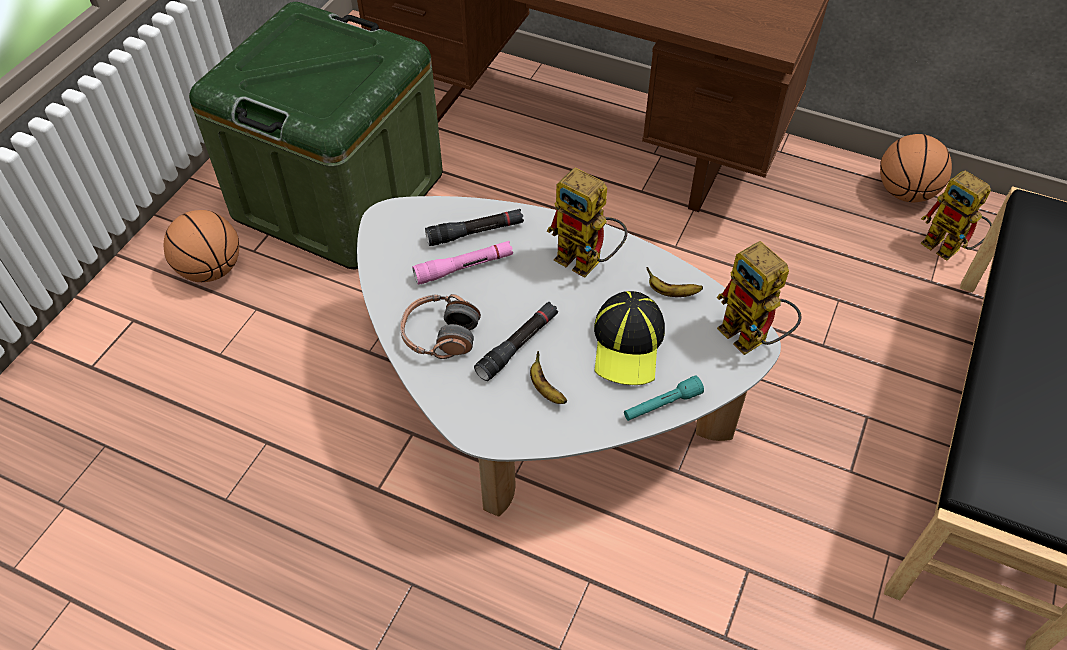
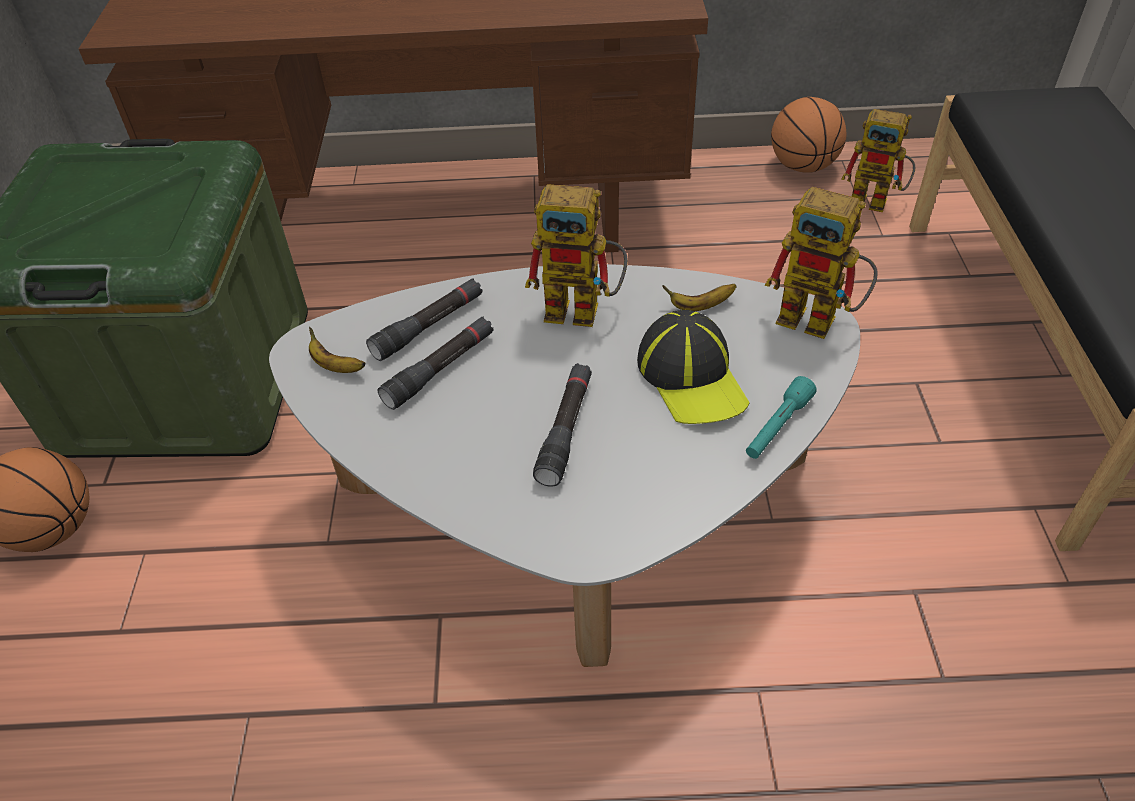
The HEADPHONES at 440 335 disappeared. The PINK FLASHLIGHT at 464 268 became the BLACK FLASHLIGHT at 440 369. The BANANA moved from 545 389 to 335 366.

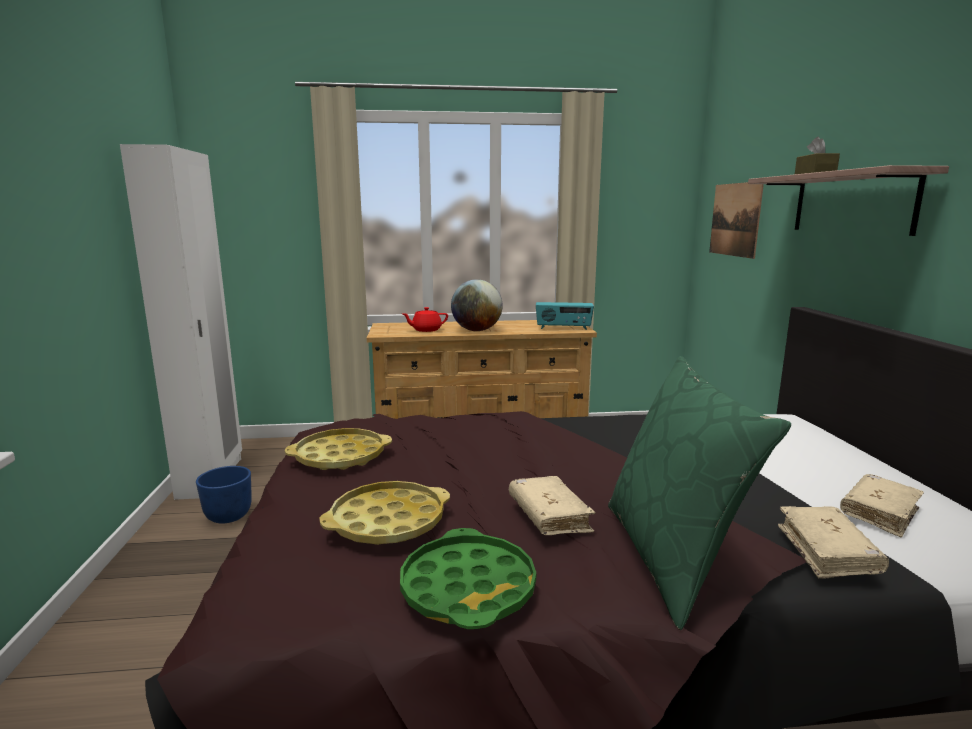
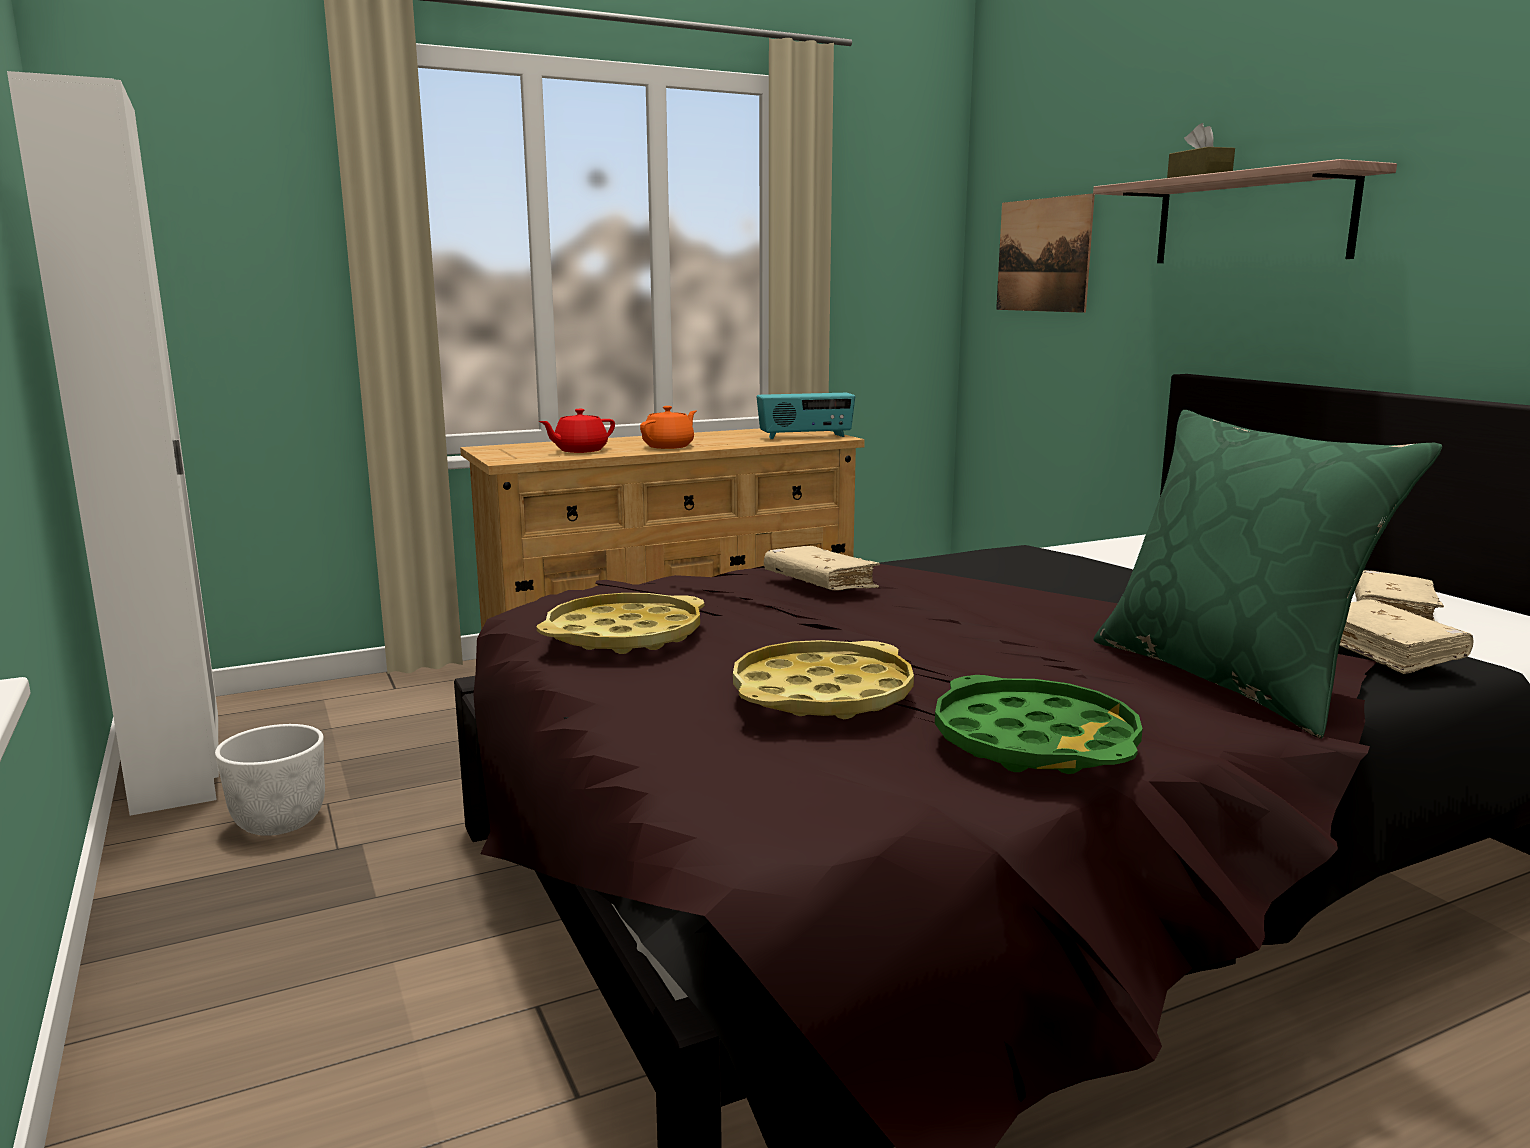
The BLUE PLANTER at 228 516 became the WHITE PLANTER at 279 823. The GLOBE at 476 330 was replaced by the ORANGE TEAPOT at 669 446. The BEIGE BOOK moved from 549 516 to 820 583.

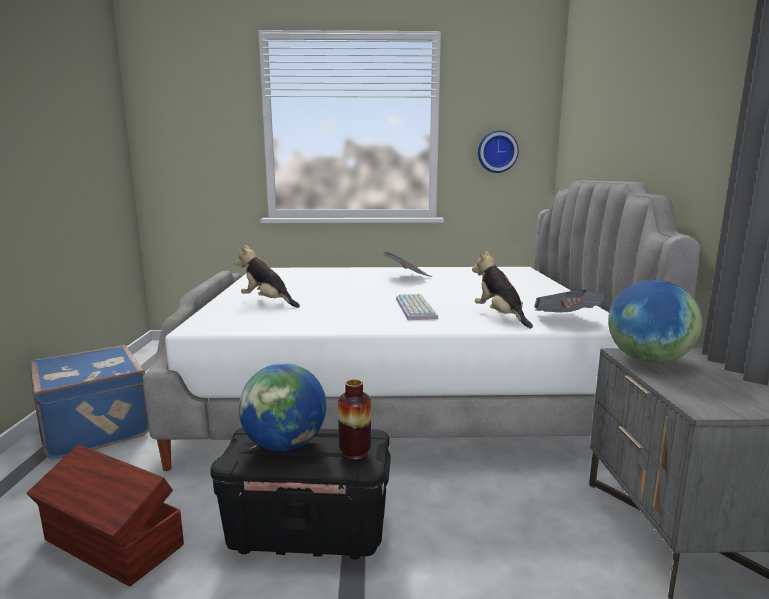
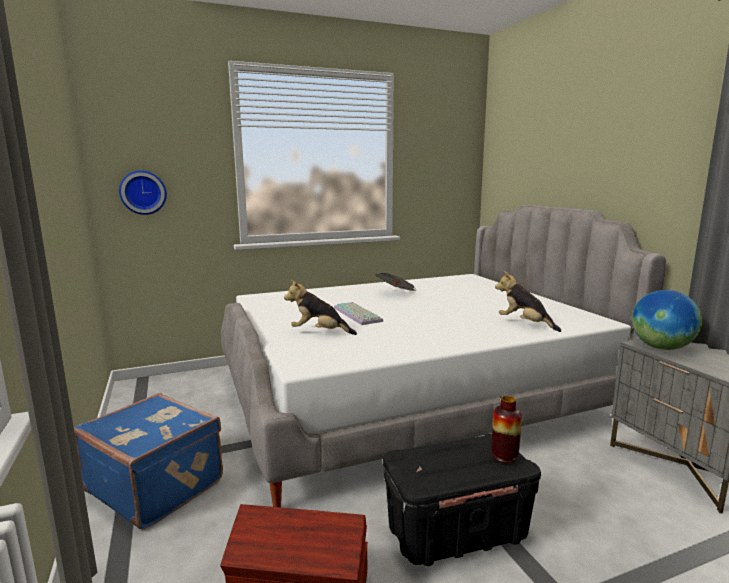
The GLOBE at 285 445 disappeared. The KEYBOARD moved from 417 308 to 359 314. The WALL CLOCK moved from 497 152 to 143 192. The NEWSPAPER at 566 321 disappeared.

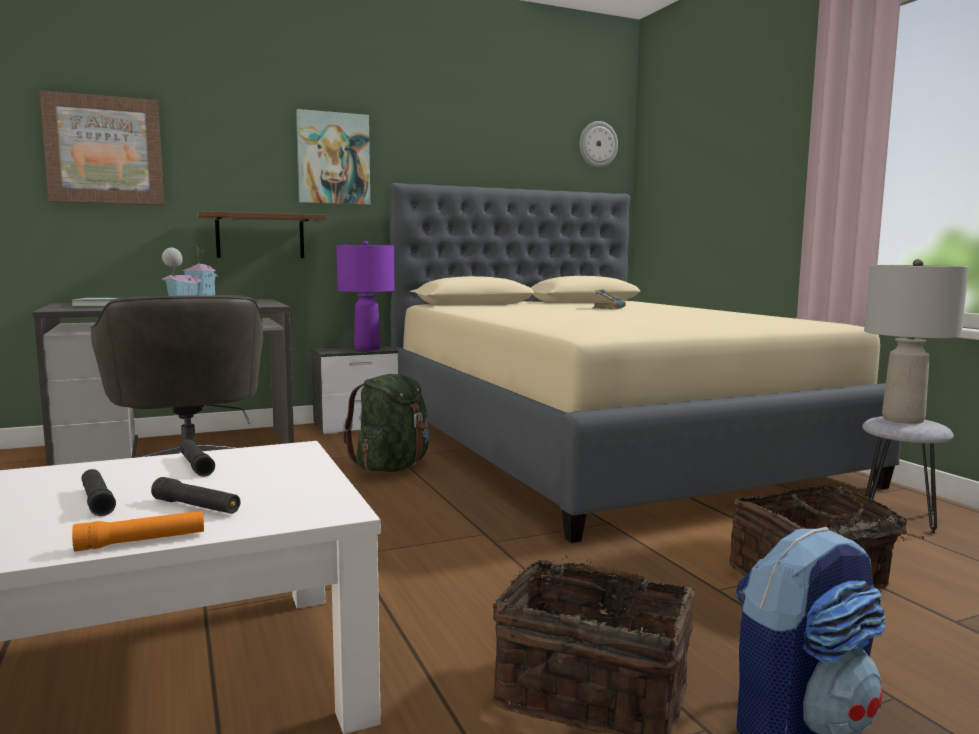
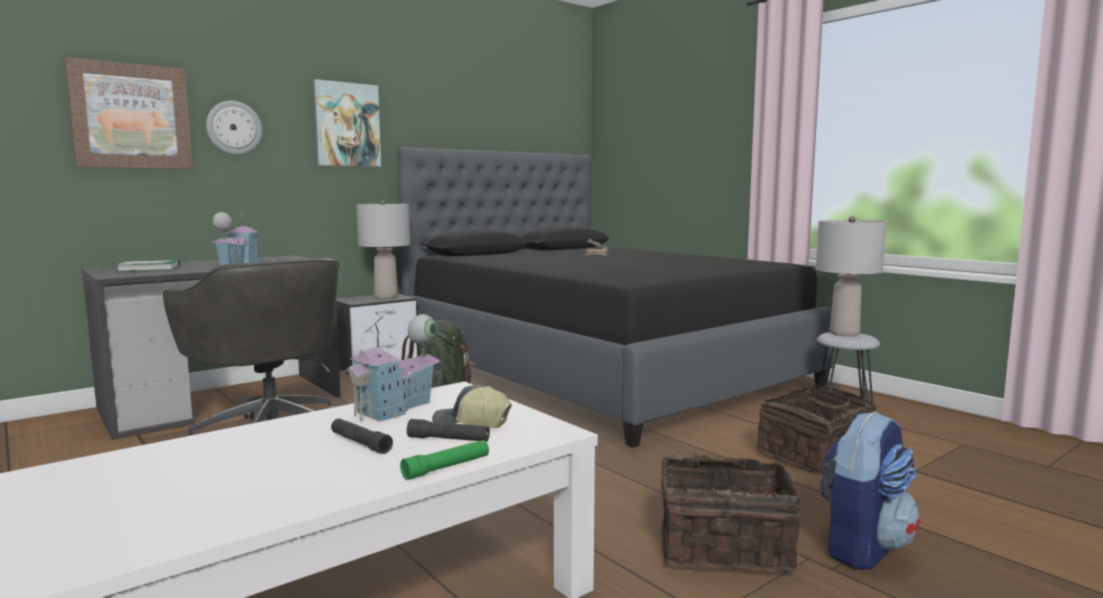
The ORANGE FLASHLIGHT at 142 541 became the GREEN FLASHLIGHT at 447 467. The BLACK FLASHLIGHT at 195 465 was replaced by the TOY HOUSE at 396 409. The BROWN SHELF at 260 236 disappeared. The PURPLE TABLE LAMP at 367 348 became the GREY TABLE LAMP at 386 297. The BEIGE BED at 601 446 became the BLACK BED at 600 370. The WALL CLOCK moved from 598 144 to 234 128. The CAP at 470 424 appeared.

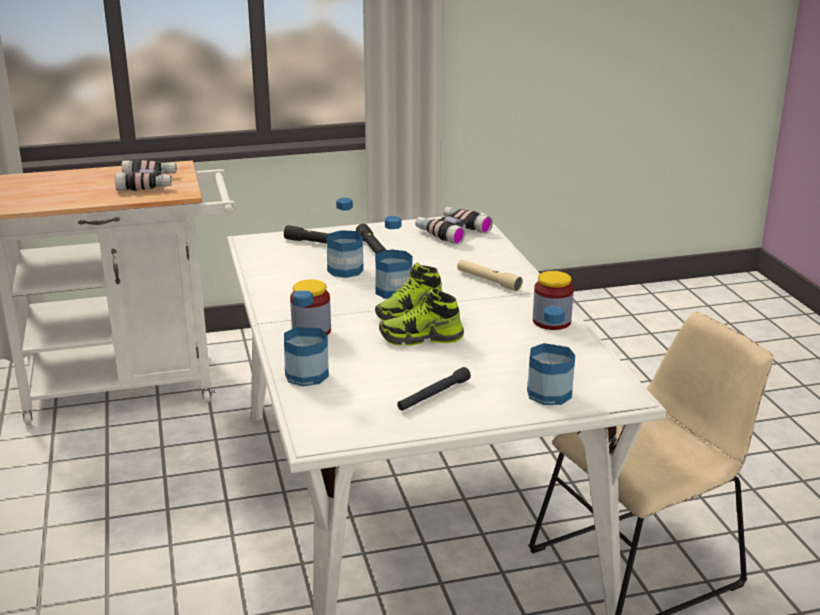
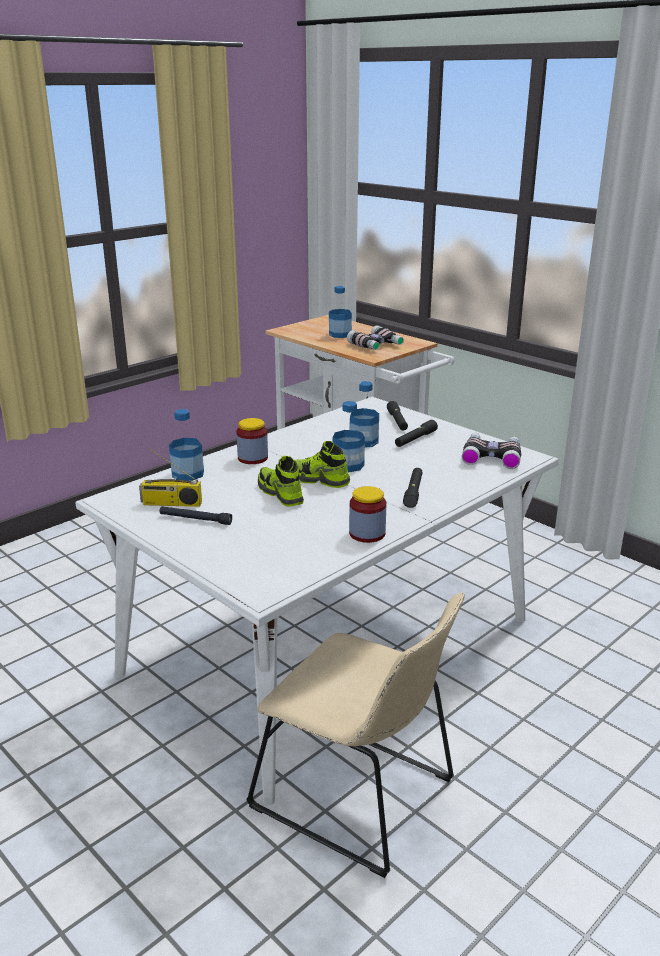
The BEIGE FLASHLIGHT at 488 281 became the BLACK FLASHLIGHT at 413 492. The BOTTLE moved from 549 394 to 340 334. The RADIO at 171 503 appeared.

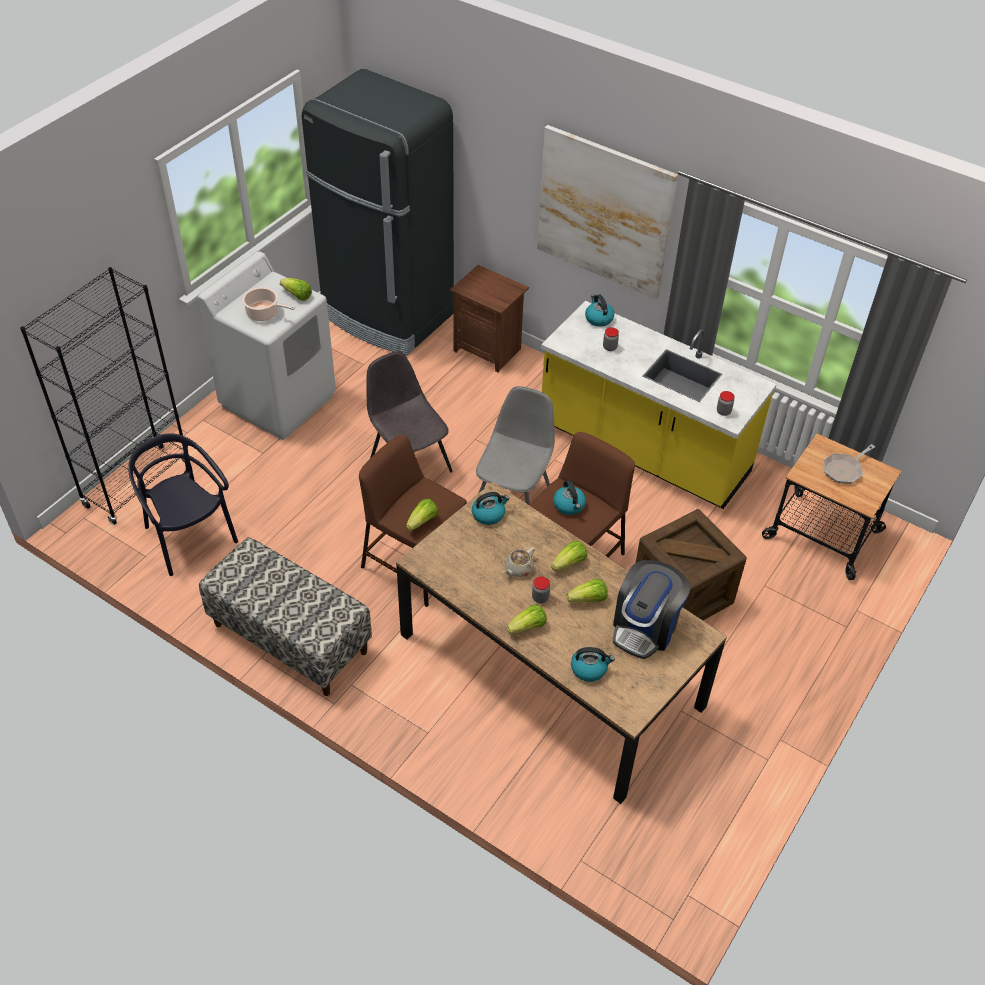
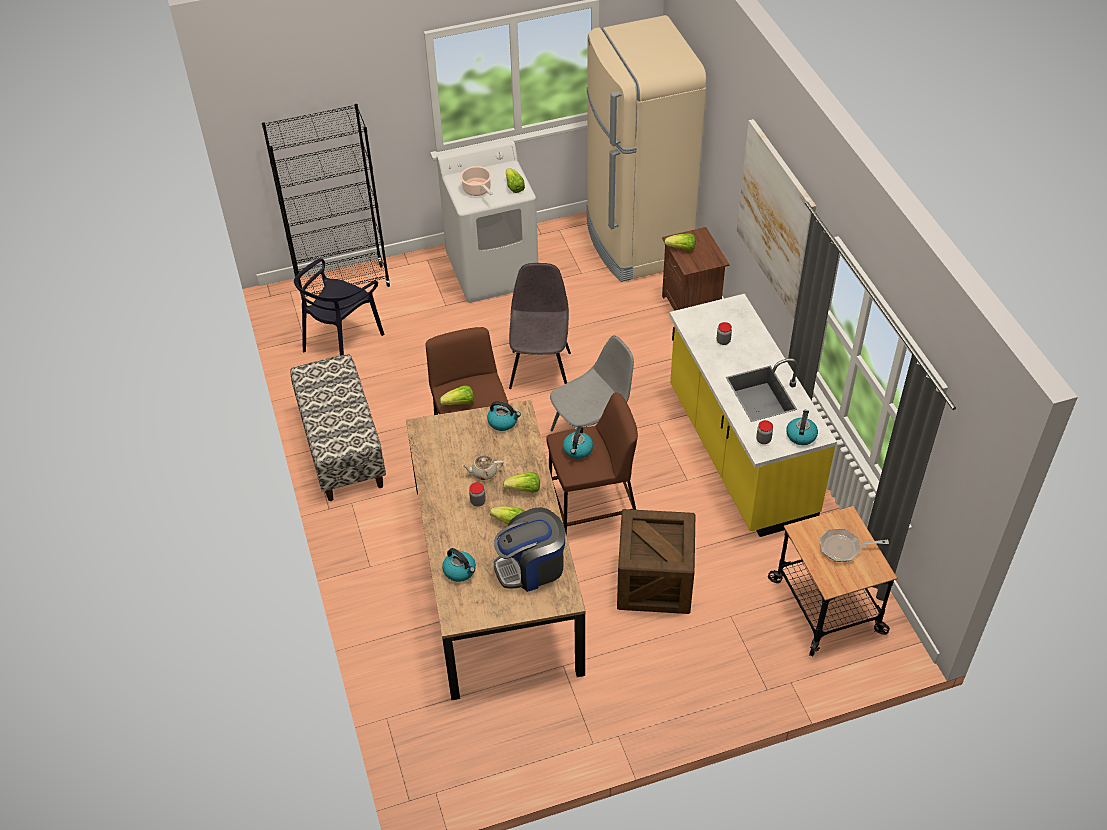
The BLACK CHAIR at 189 537 turned 150 degrees counterclockwise. The BLACK FRIDGE at 387 316 became the BEIGE FRIDGE at 636 242. The LETTUCE moved from 528 627 to 681 248. The KETTLE moved from 598 318 to 801 435.

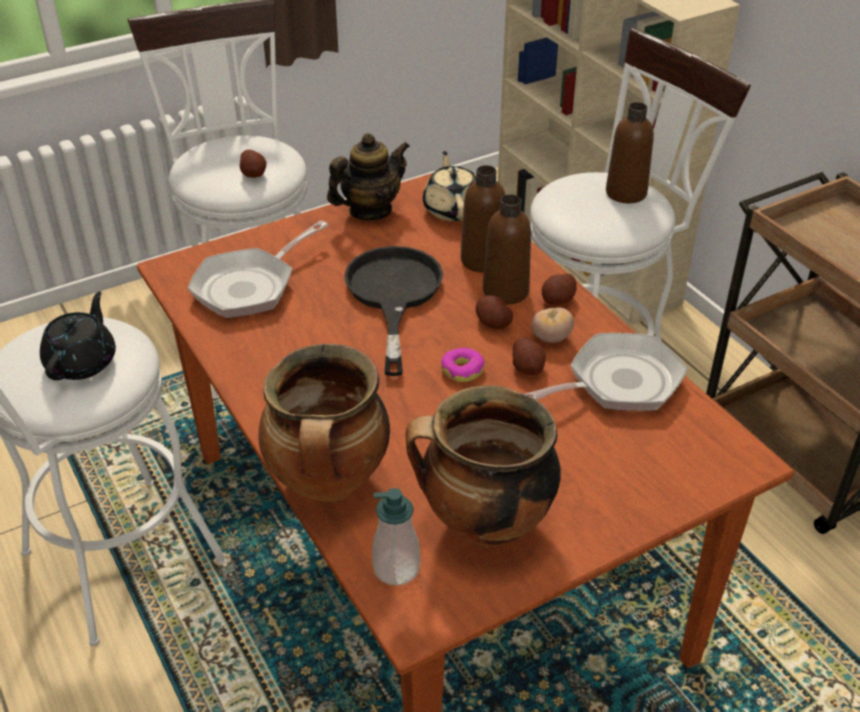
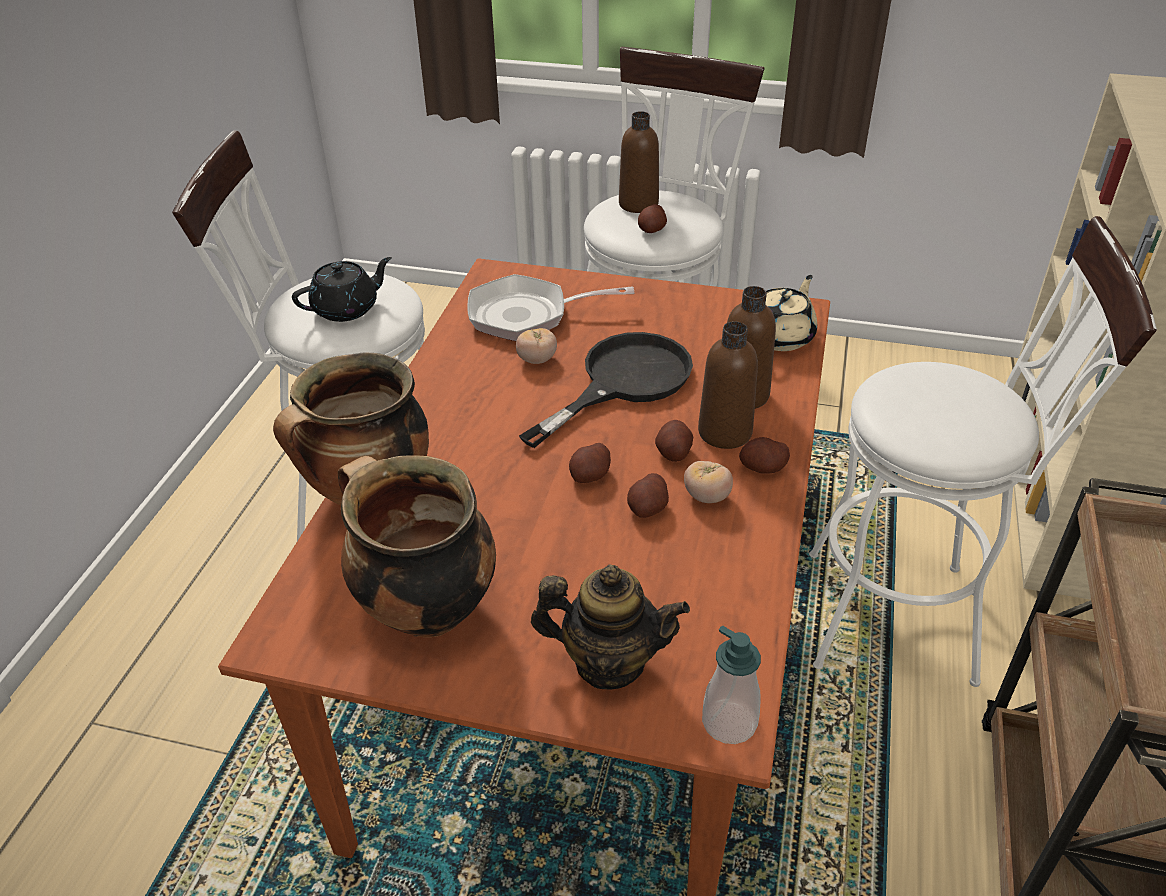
The TEAPOT moved from 370 210 to 609 662. The SOAP DISPENSER moved from 396 568 to 729 722. The DONUT at 462 370 was replaced by the POTATO at 590 475. The FRYING PAN at 617 383 disappeared. The BROWN BOTTLE moved from 626 193 to 638 204. The TOMATO at 537 360 appeared.

